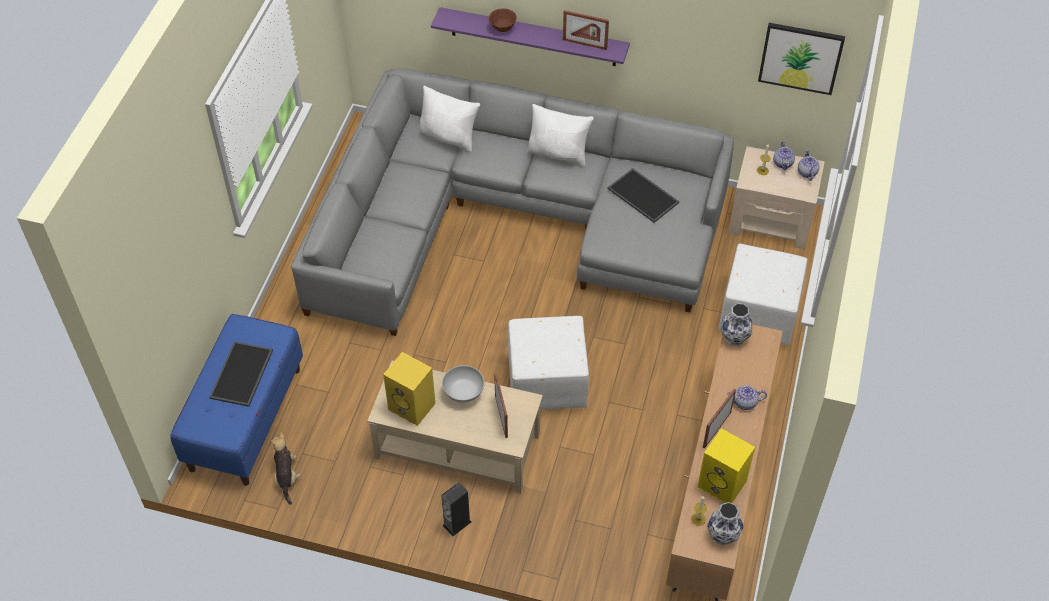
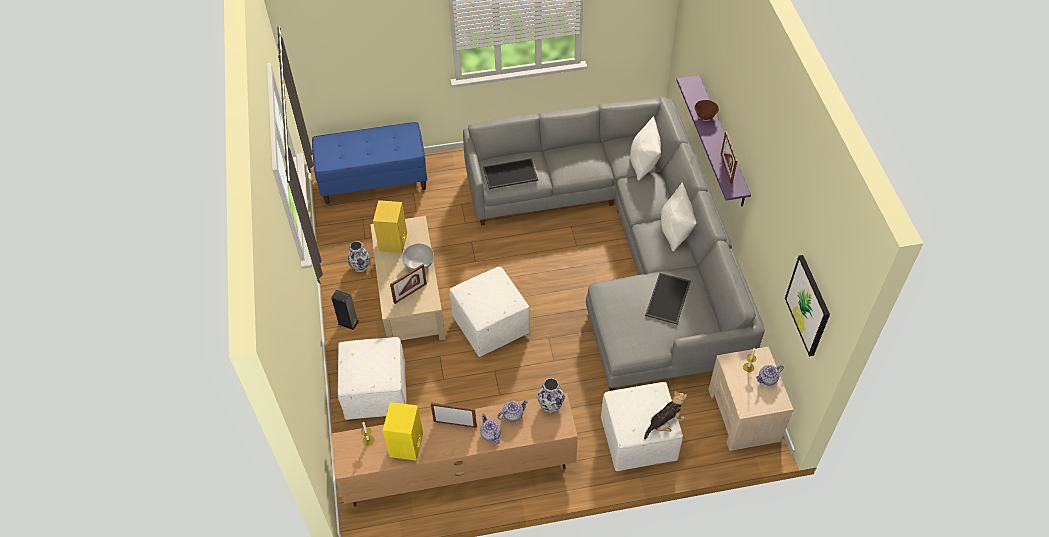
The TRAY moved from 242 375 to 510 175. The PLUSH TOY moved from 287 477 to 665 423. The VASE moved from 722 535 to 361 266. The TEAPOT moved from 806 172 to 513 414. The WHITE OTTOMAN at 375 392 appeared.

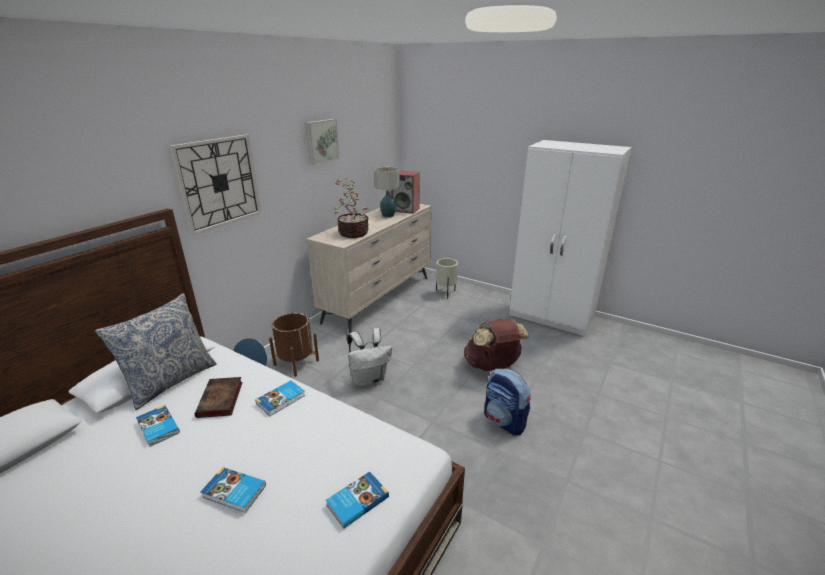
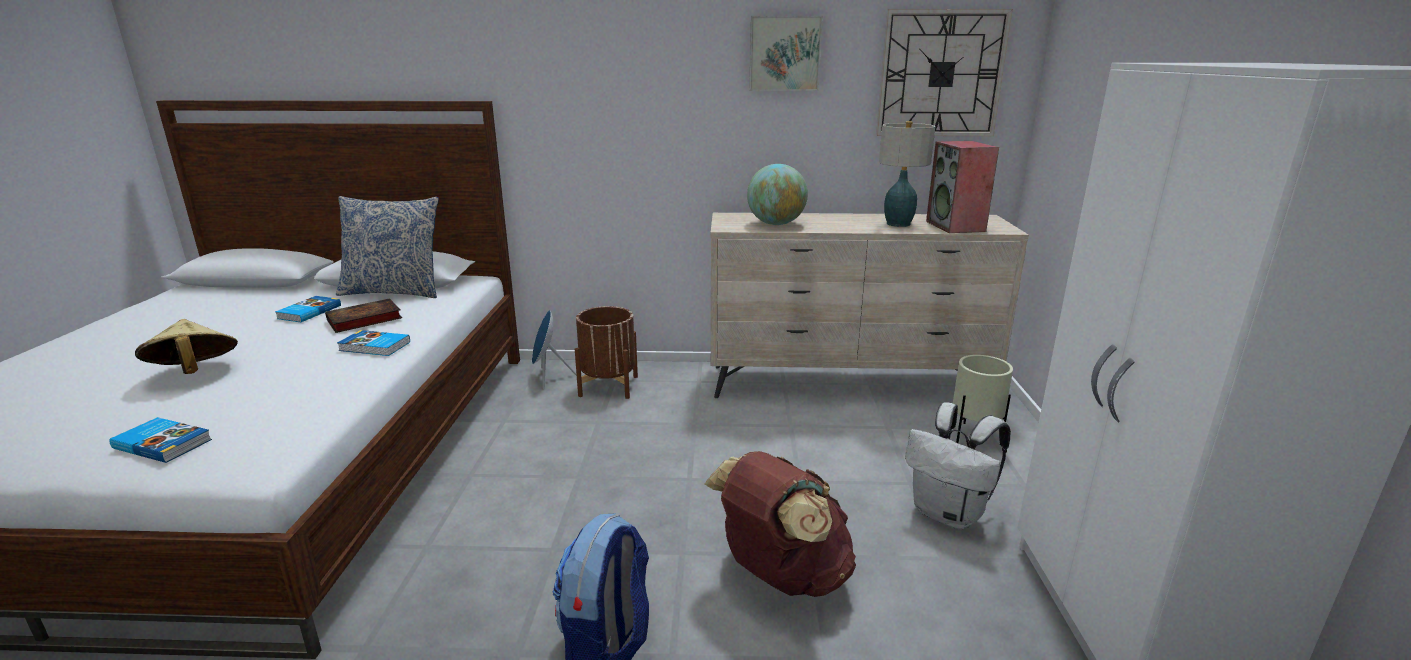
The WALL CLOCK moved from 219 183 to 941 74. The BOOK at 234 492 was replaced by the BEIGE HAT at 194 372. The POTTED PLANT at 352 233 was replaced by the GLOBE at 776 224. The WHITE BACKPACK moved from 369 380 to 949 514.

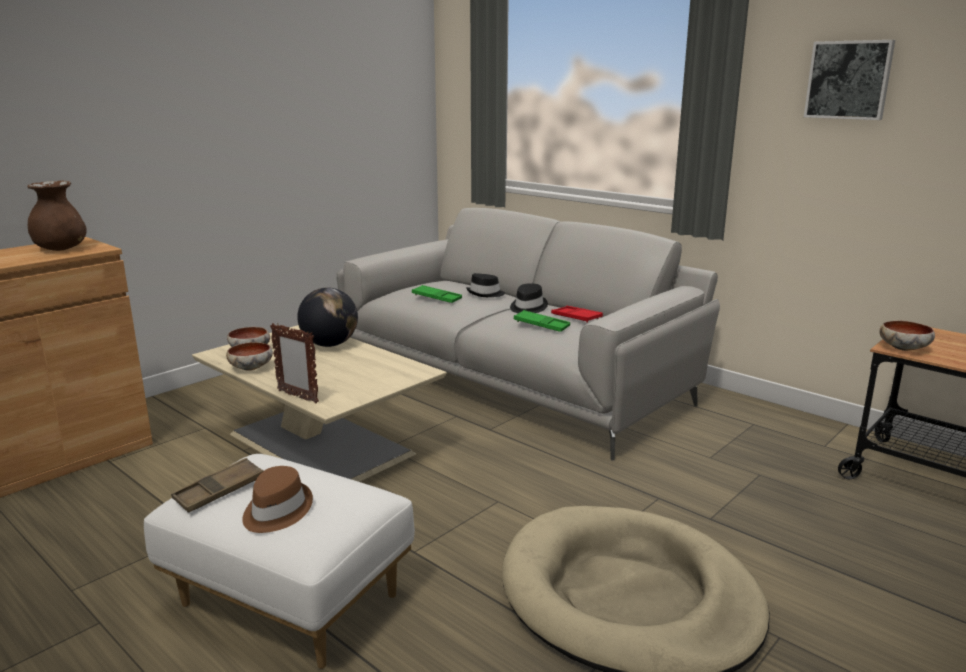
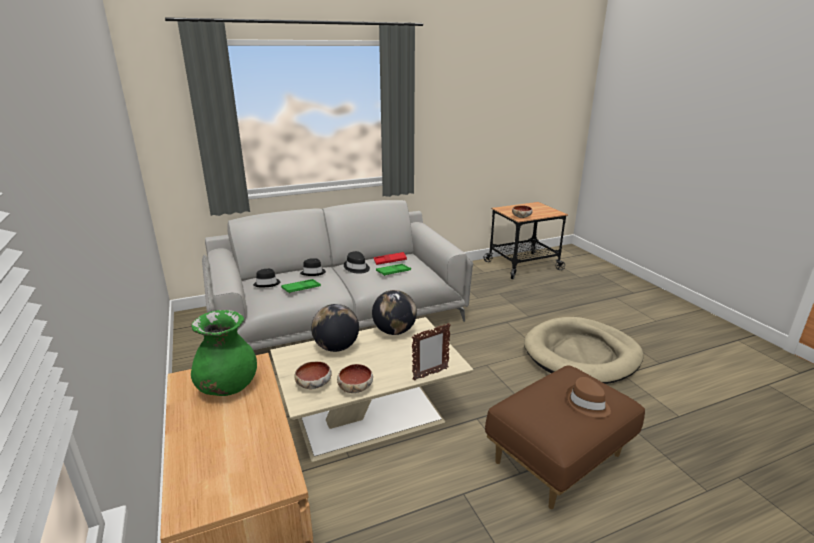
The BROWN VASE at 61 249 became the GREEN VASE at 228 387. The WHITE OTTOMAN at 287 601 became the BROWN OTTOMAN at 558 460. The BROWN TRAY at 219 491 disappeared. The PICTURE at 849 80 disappeared. The BLACK HAT at 267 283 appeared. The GLOBE at 394 331 appeared.

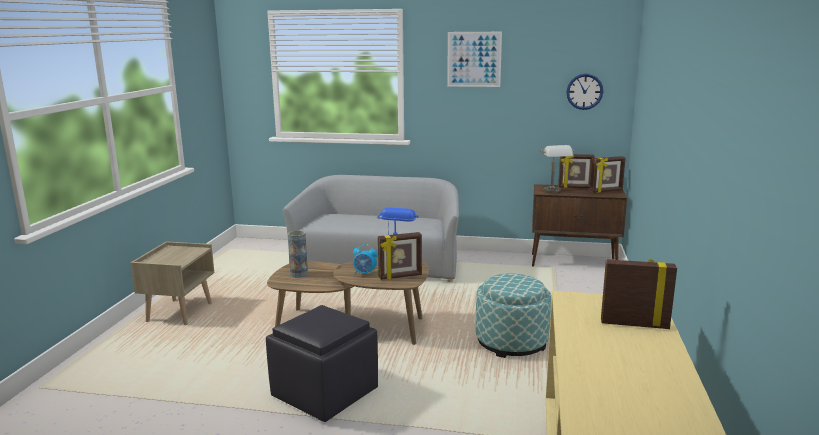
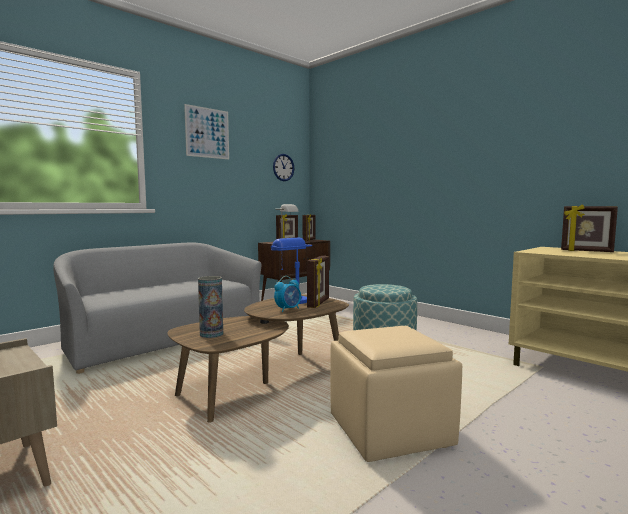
The BLACK OTTOMAN at 325 393 became the BEIGE OTTOMAN at 388 430. The PICTURE FRAME at 634 324 turned 105 degrees counterclockwise.

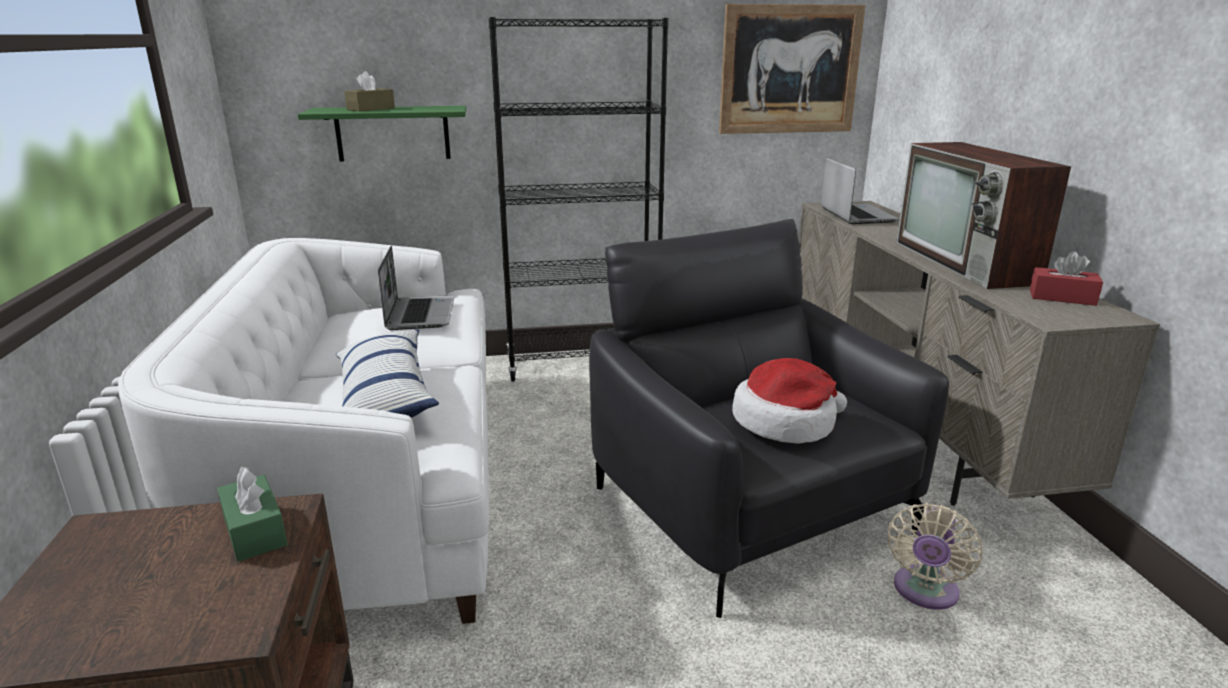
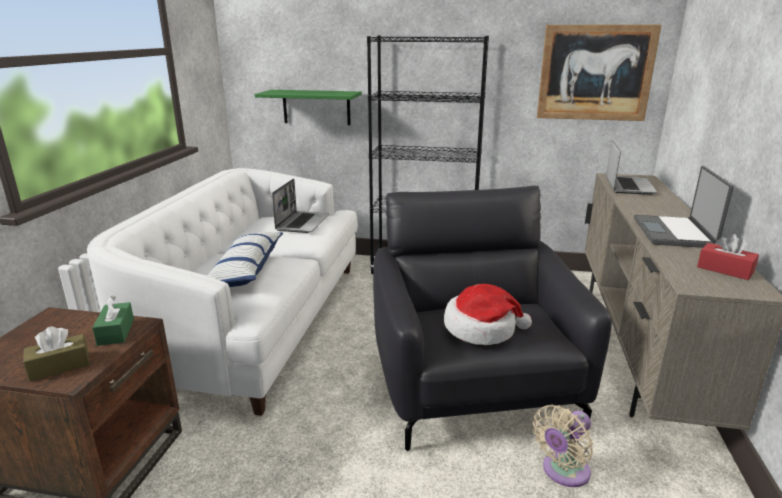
The BROWN TISSUE BOX moved from 371 109 to 60 366. The TELEVISION at 966 263 was replaced by the LAPTOP at 674 233.

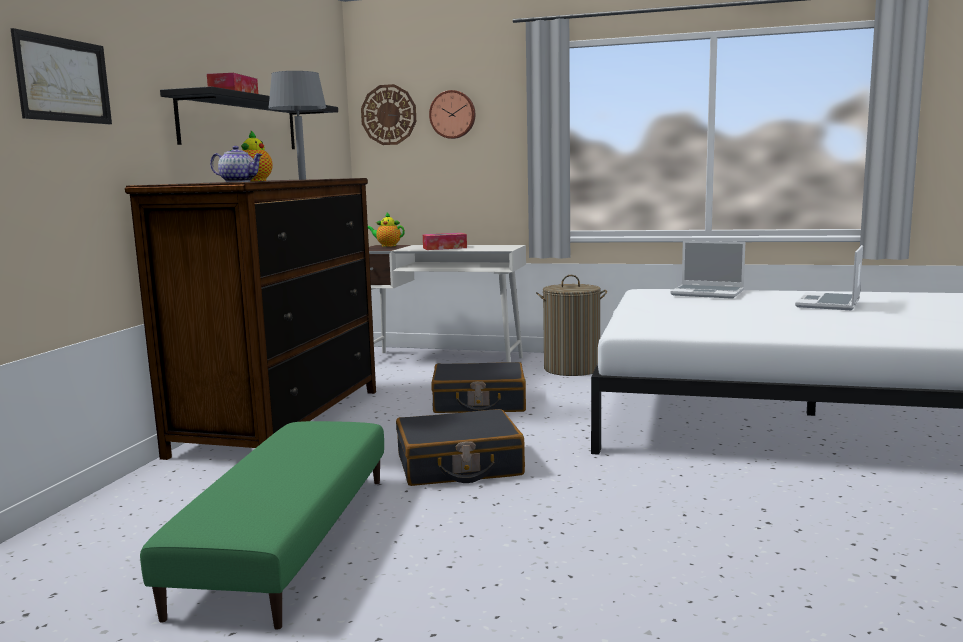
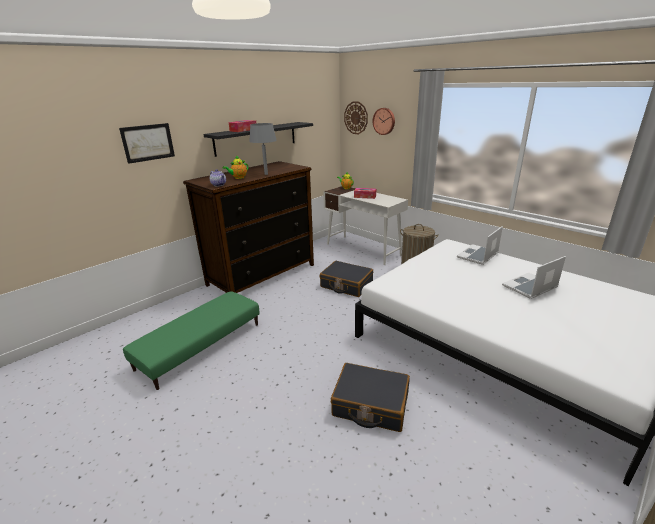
The BLACK SUITCASE moved from 459 466 to 370 404. The LAPTOP at 708 293 turned 75 degrees clockwise.

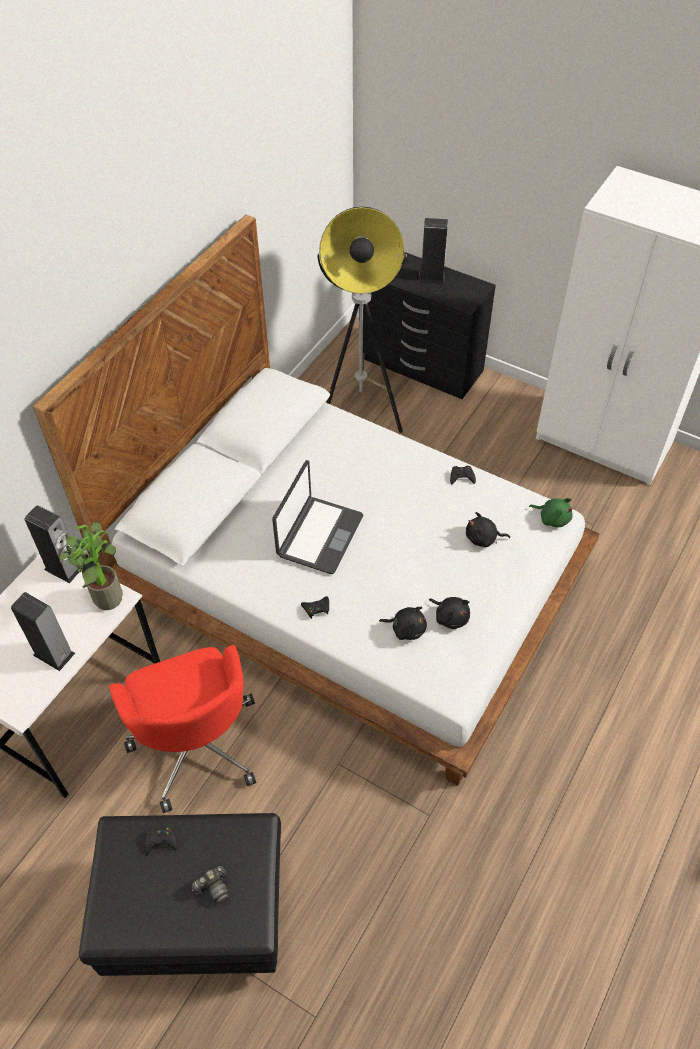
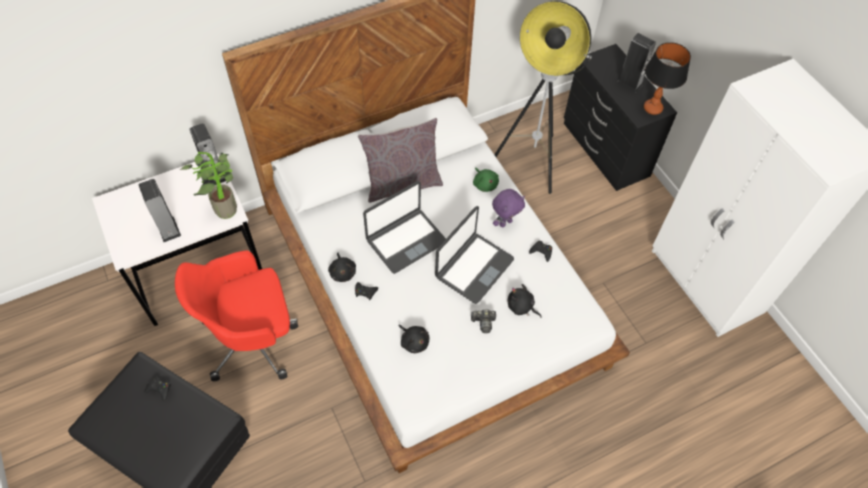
The RED OFFICE CHAIR at 196 744 turned 60 degrees clockwise. The PHOTO CAMERA moved from 213 888 to 483 322. The BLACK PLUSH TOY moved from 450 617 to 343 272. The GREEN PLUSH TOY moved from 552 518 to 485 184. The GREY PILLOW at 402 184 appeared. The LAPTOP at 473 268 appeared. The PURPLE PLUSH TOY at 505 222 appeared. The TABLE LAMP at 652 108 appeared.

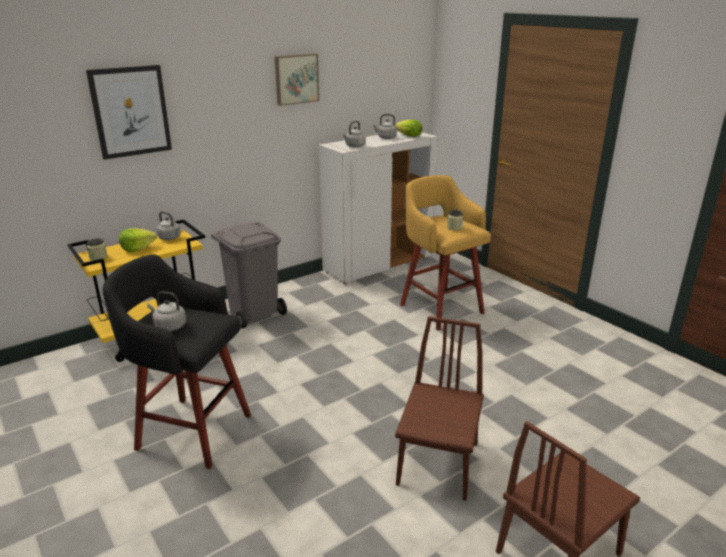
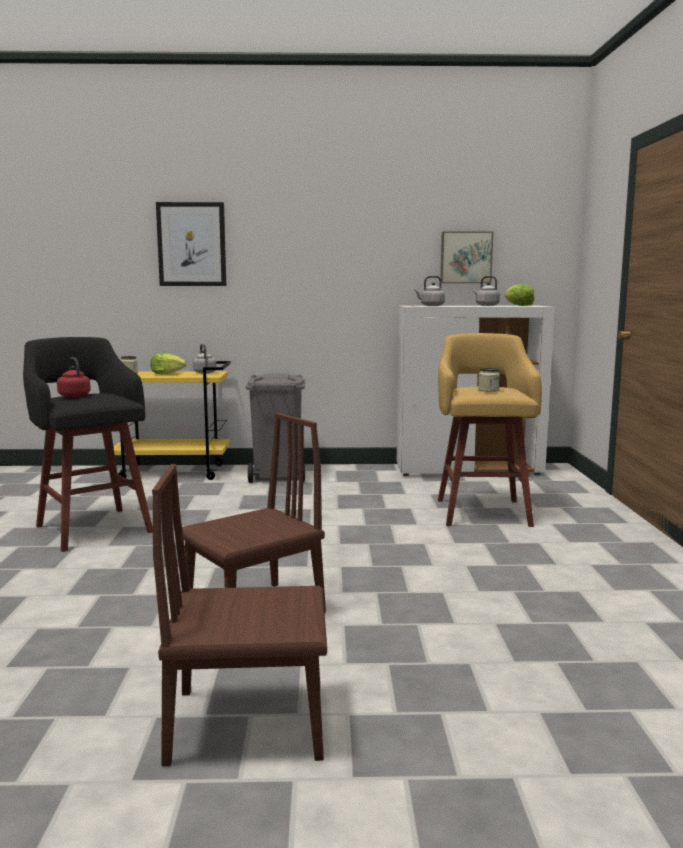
The GREY KETTLE at 169 326 became the RED KETTLE at 73 396. The PICTURE moved from 296 79 to 466 257.

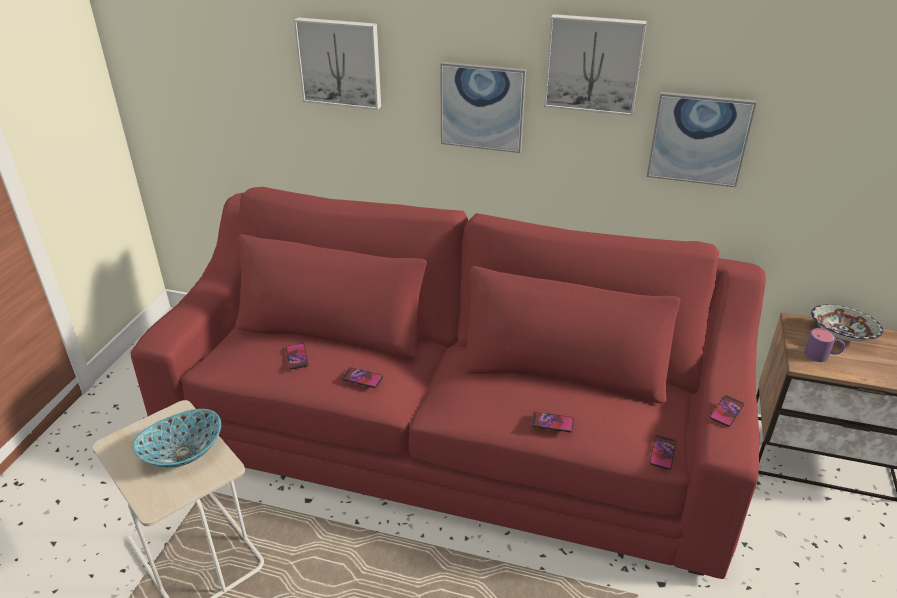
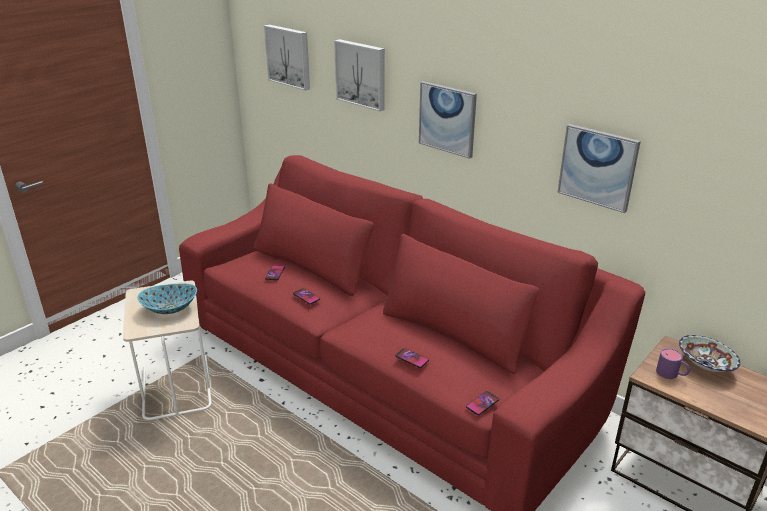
The PICTURE moved from 593 64 to 289 56. The PHONE at 726 411 disappeared.

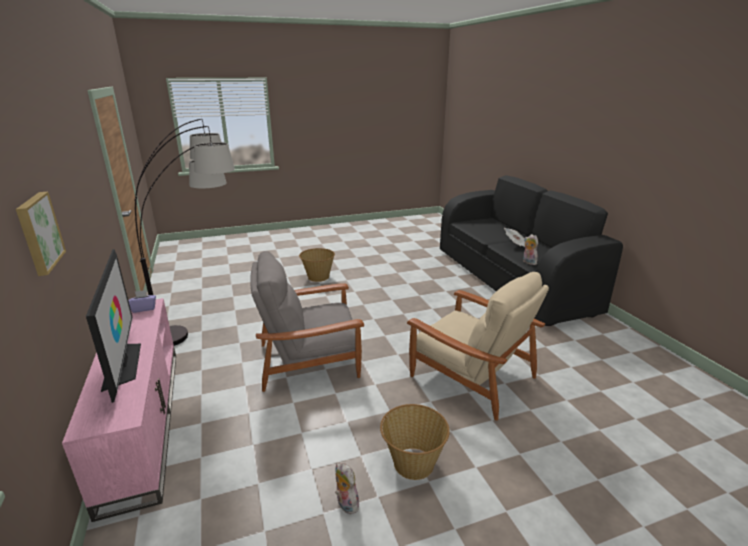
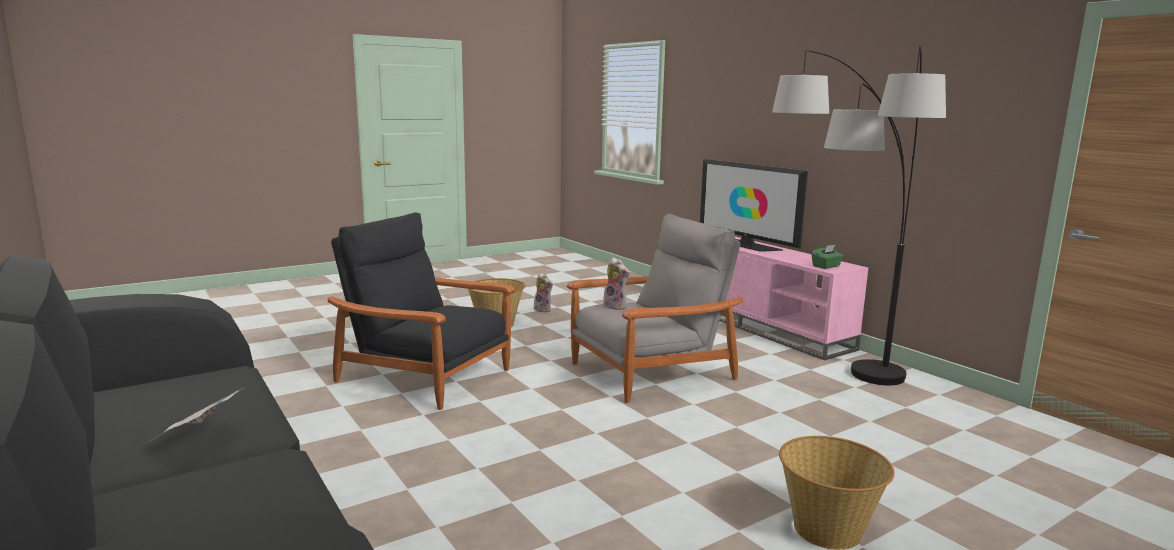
The PICTURE at 38 232 disappeared. The PURPLE TISSUE BOX at 144 308 became the GREEN TISSUE BOX at 826 266. The BEIGE ARMCHAIR at 471 376 became the BLACK ARMCHAIR at 425 376. The PLUSH TOY moved from 528 262 to 616 306.

